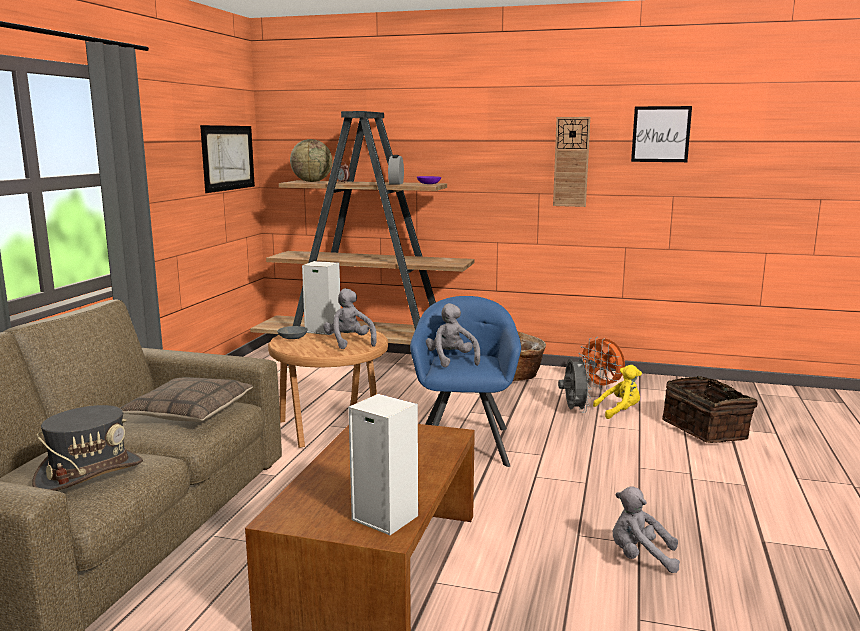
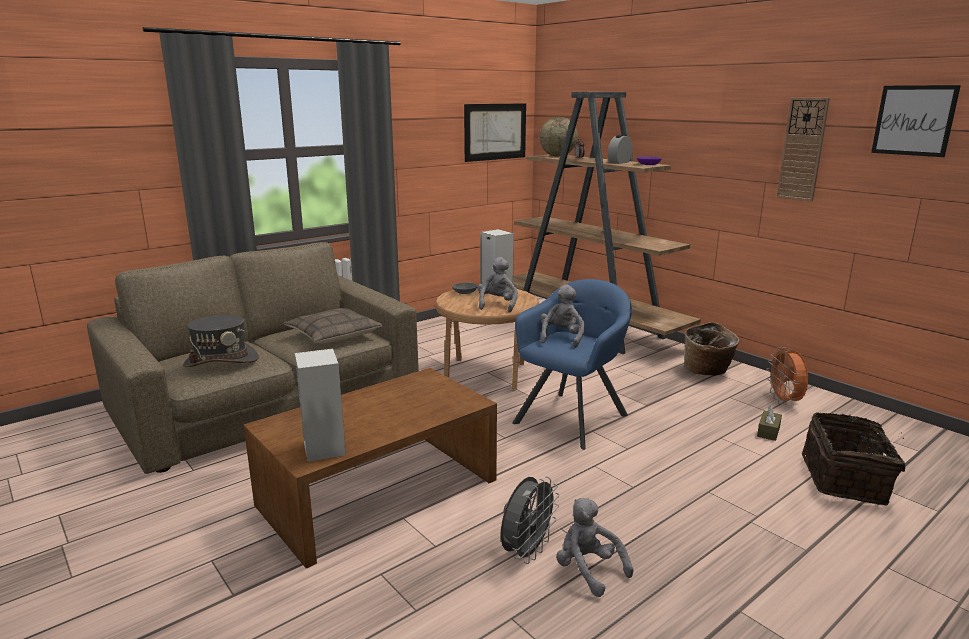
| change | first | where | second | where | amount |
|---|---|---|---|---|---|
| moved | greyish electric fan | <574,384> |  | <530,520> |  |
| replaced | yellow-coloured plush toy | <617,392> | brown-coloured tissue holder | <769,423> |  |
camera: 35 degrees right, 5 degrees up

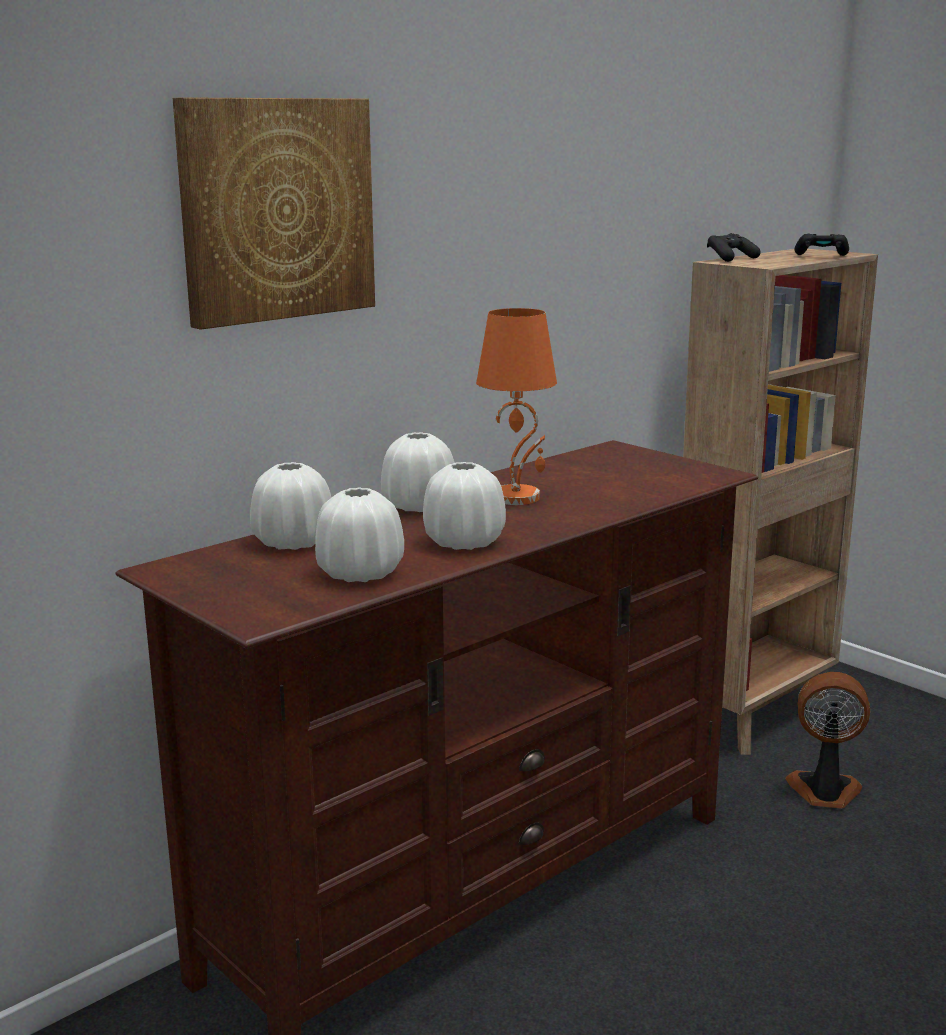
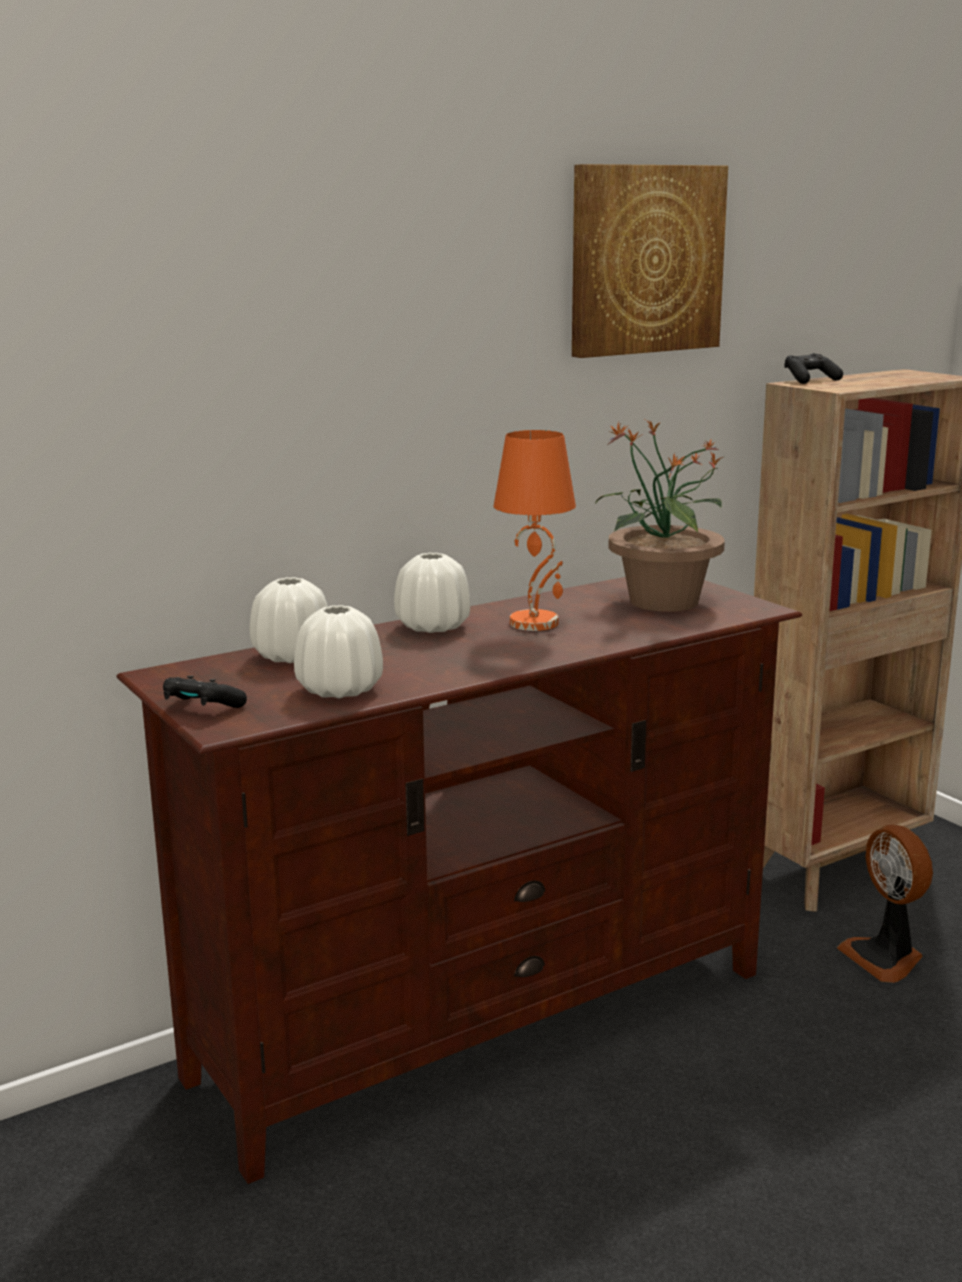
| change | first | where | second | where | amount |
|---|---|---|---|---|---|
| moved | picture | <274,213> |  | <650,261> |  |
| moved | black-coloured gamepad | <822,245> |  | <205,691> |  |
| removed | white-coloured flower vase | <464,506> |  |  |  |
| turned | electric fan | <828,740> |  | <885,904> | 135 degrees counterclockwise |
| added |  |  | plant in a pot | <660,516> |  |
camera: 10 degrees right, 0 degrees up

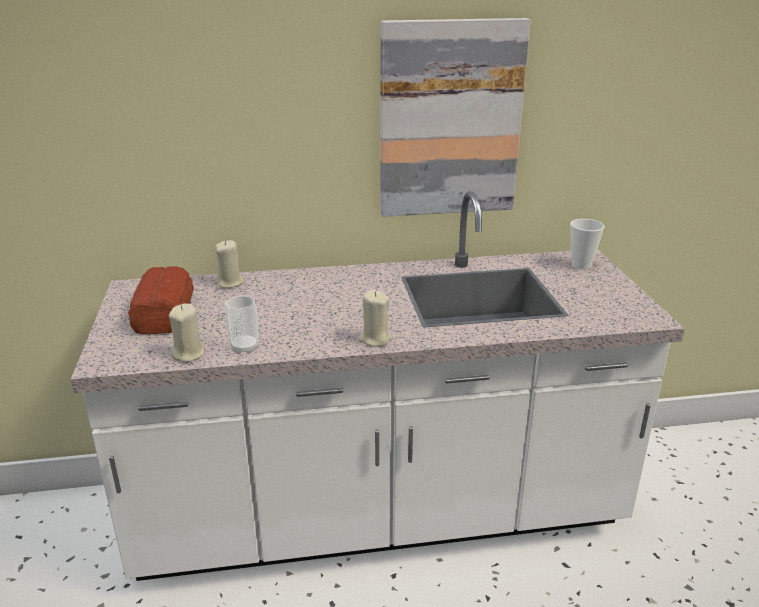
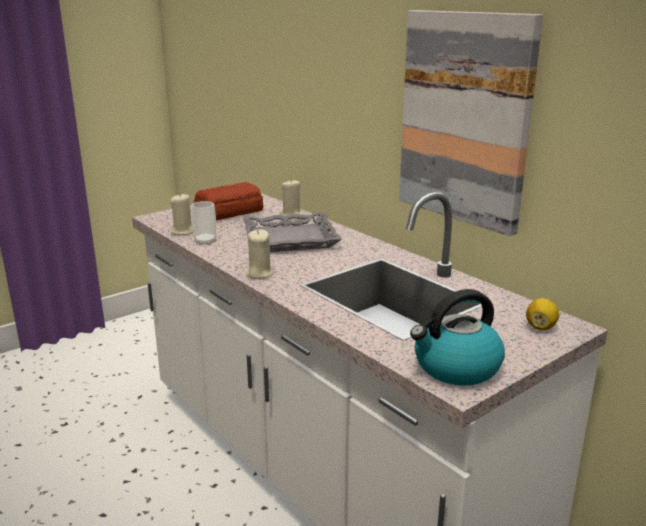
| change | first | where | second | where | amount |
|---|---|---|---|---|---|
| replaced | drinking cup | <587,244> | lemon | <542,314> |  |
| added |  |  | greyish tray | <292,232> |  |
| added |  |  | tea kettle | <457,337> |  |
camera: 60 degrees right, 5 degrees down

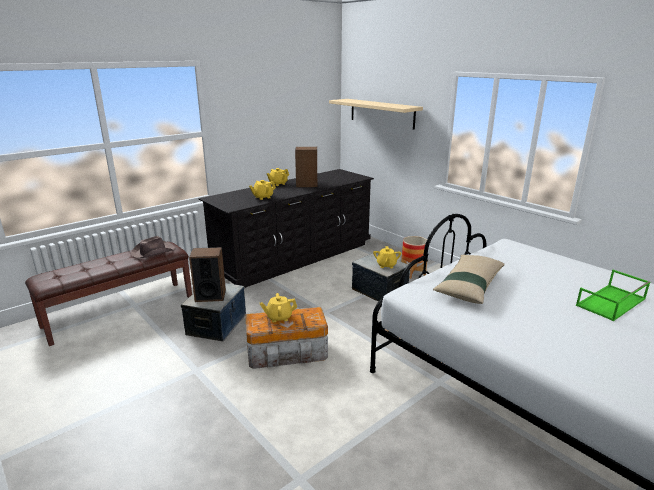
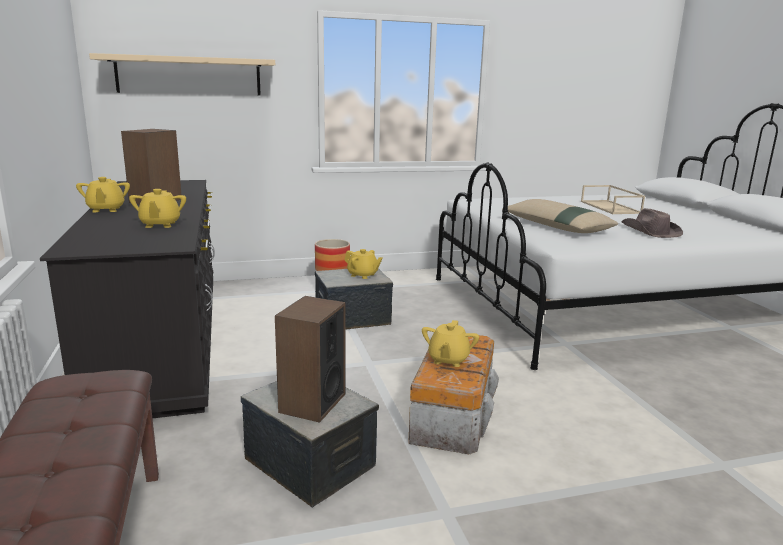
| change | first | where | second | where | amount |
|---|---|---|---|---|---|
| moved | brown-coloured clothing hat | <153,247> |  | <652,223> |  |
| recoloured | green-coloured tray | <613,295> | beige-coloured tray | <613,199> |  |
camera: 65 degrees left, 5 degrees down

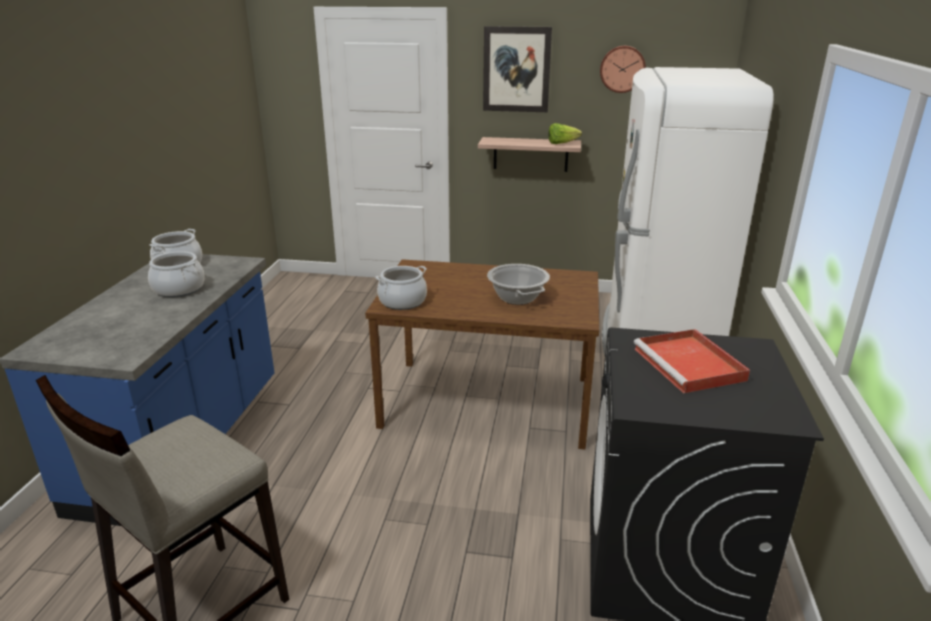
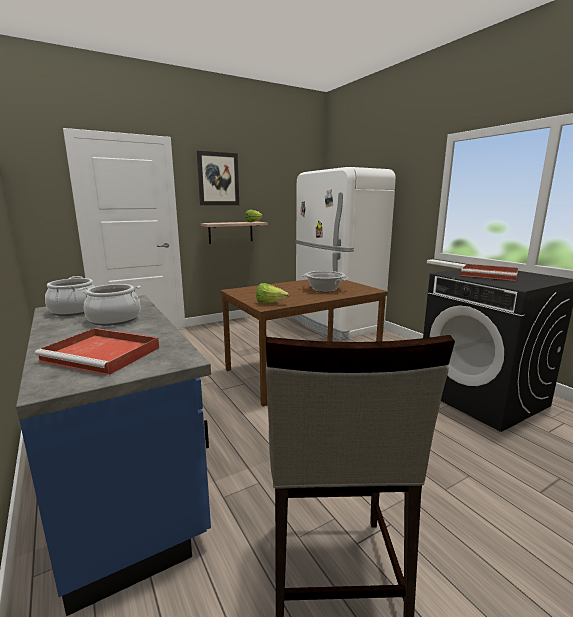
| change | first | where | second | where | amount |
|---|---|---|---|---|---|
| removed | clock on the wall | <623,69> |  |  |  |
| replaced | saucepot | <401,288> | head of lettuce | <272,293> |  |
| added |  |  | red tray | <97,352> |  |
camera: 40 degrees left, 10 degrees down

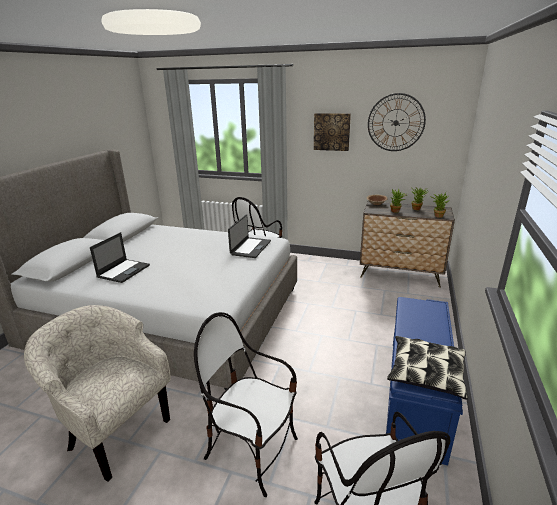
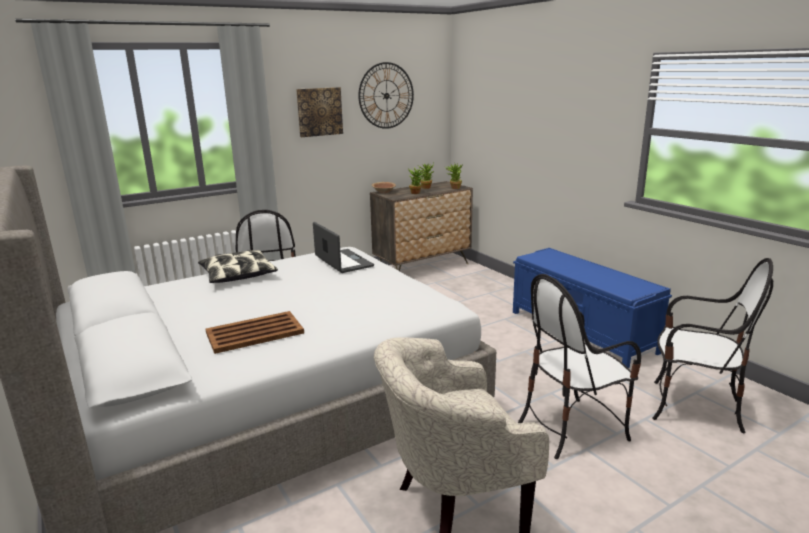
| change | first | where | second | where | amount |
|---|---|---|---|---|---|
| replaced | laptop | <120,257> | brown-coloured tray | <254,332> |  |
| moved | throw pillow | <427,368> |  | <238,266> |  |
camera: 50 degrees left, 5 degrees down

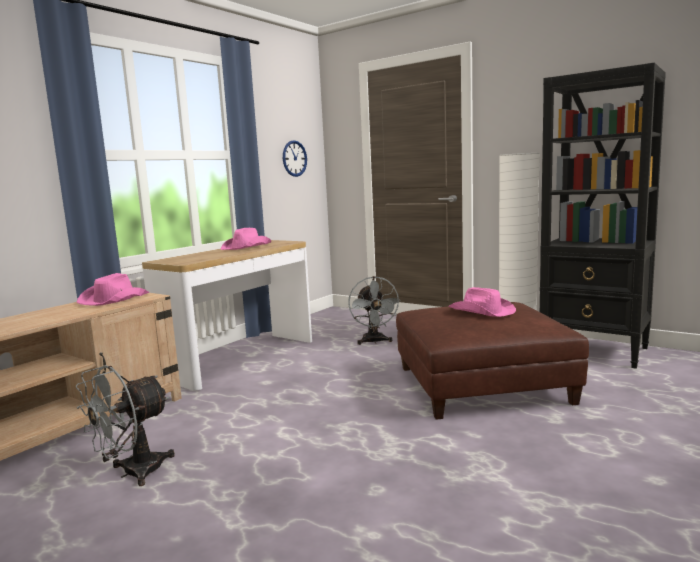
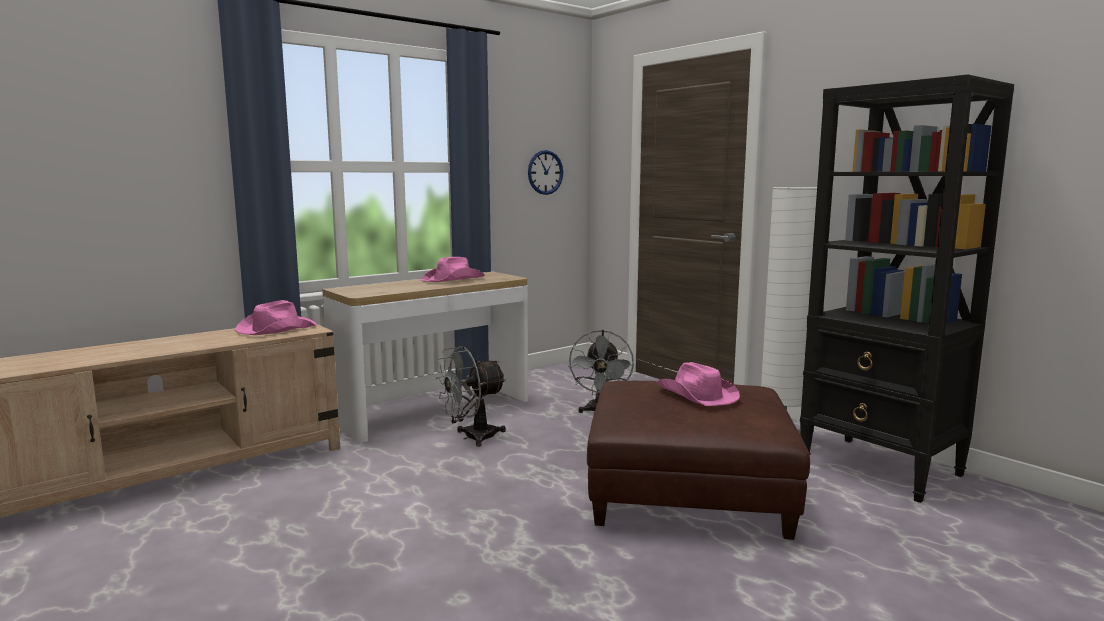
| change | first | where | second | where | amount |
|---|---|---|---|---|---|
| moved | greyish electric fan | <125,425> |  | <470,396> |  |
camera: 15 degrees right, 0 degrees up

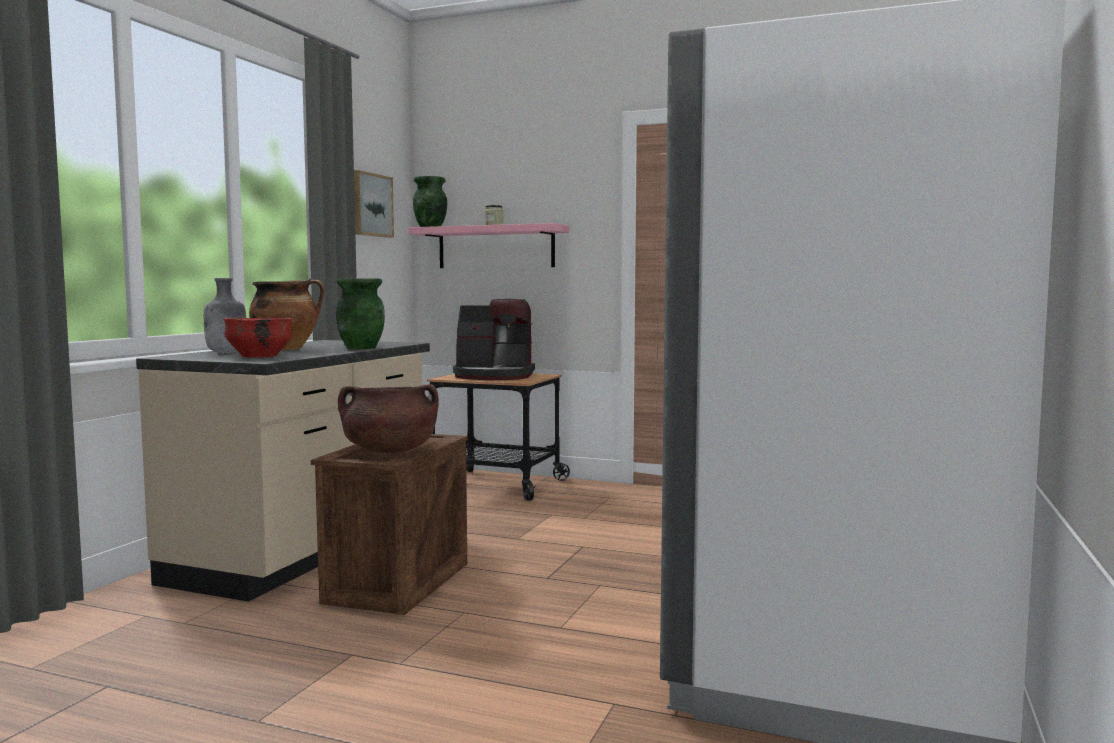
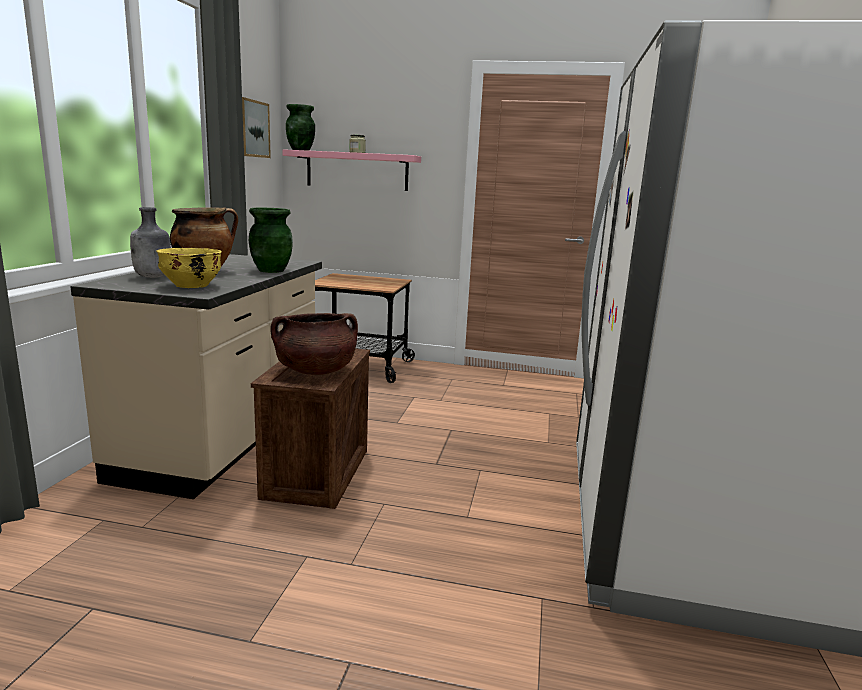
| change | first | where | second | where | amount |
|---|---|---|---|---|---|
| removed | coffee machine | <494,339> |  |  |  |
| recoloured | red bowl | <257,338> | yellow-coloured bowl | <189,268> |  |
camera: 10 degrees left, 10 degrees up

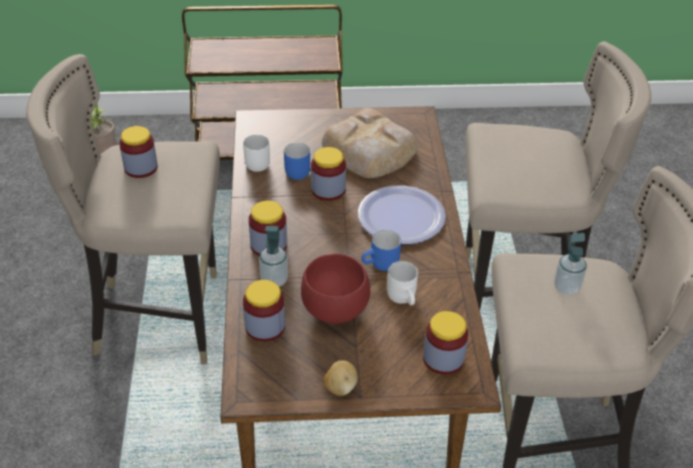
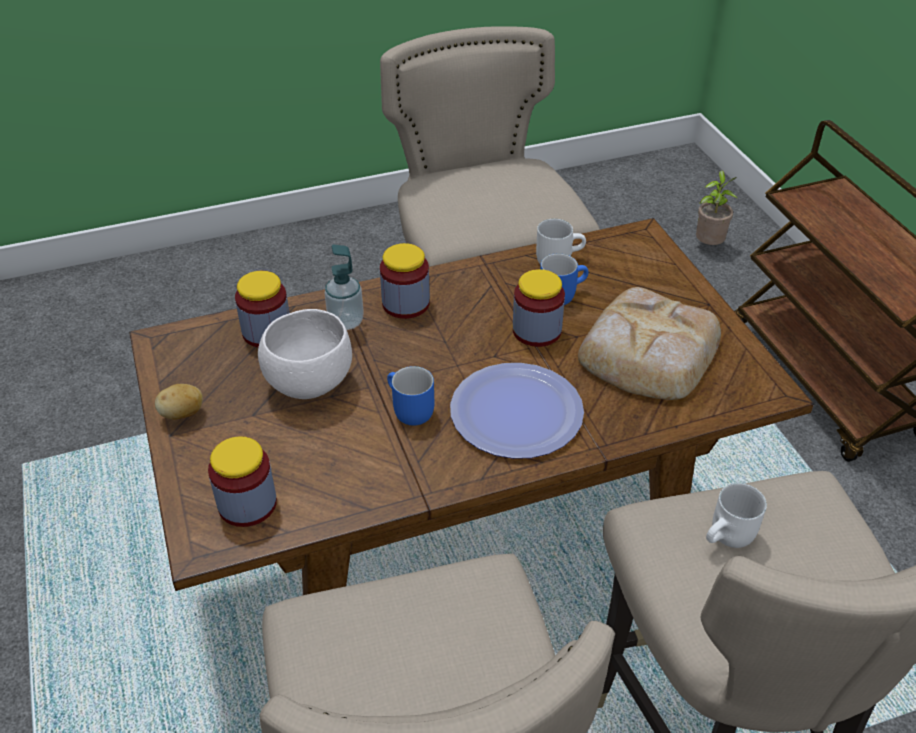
| change | first | where | second | where | amount |
|---|---|---|---|---|---|
| removed | storage jar | <138,152> |  |  |  |
| removed | liquid soap bottle | <570,264> |  |  |  |
| recoloured | red bowl | <335,289> | white-coloured bowl | <305,354> |  |
| moved | white-coloured coffee mug | <402,283> |  | <736,515> |  |
camera: 75 degrees right, 0 degrees up

